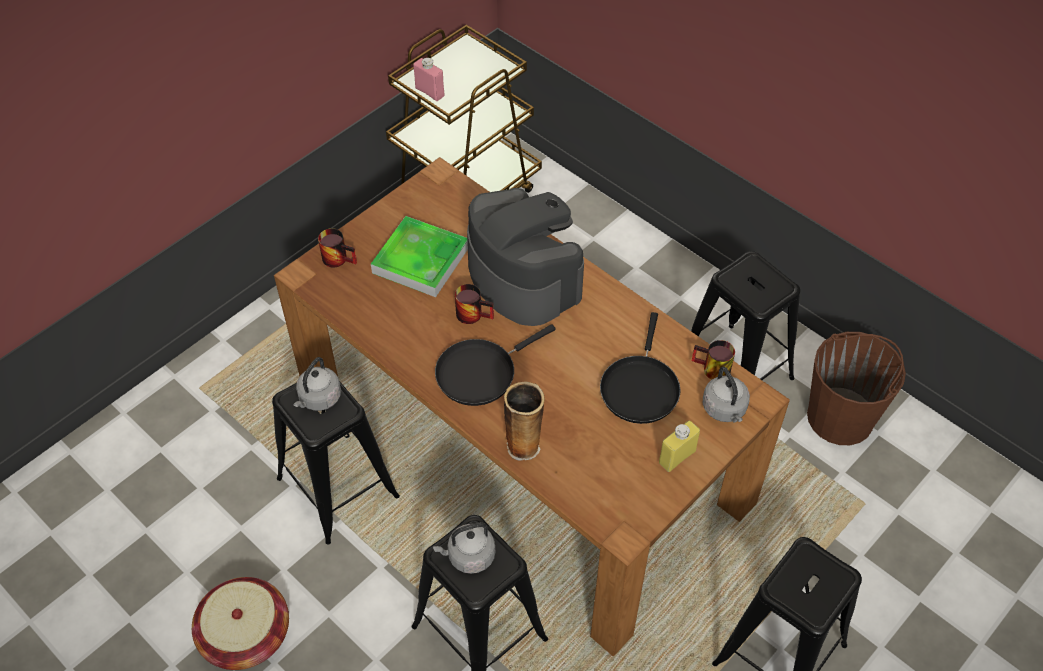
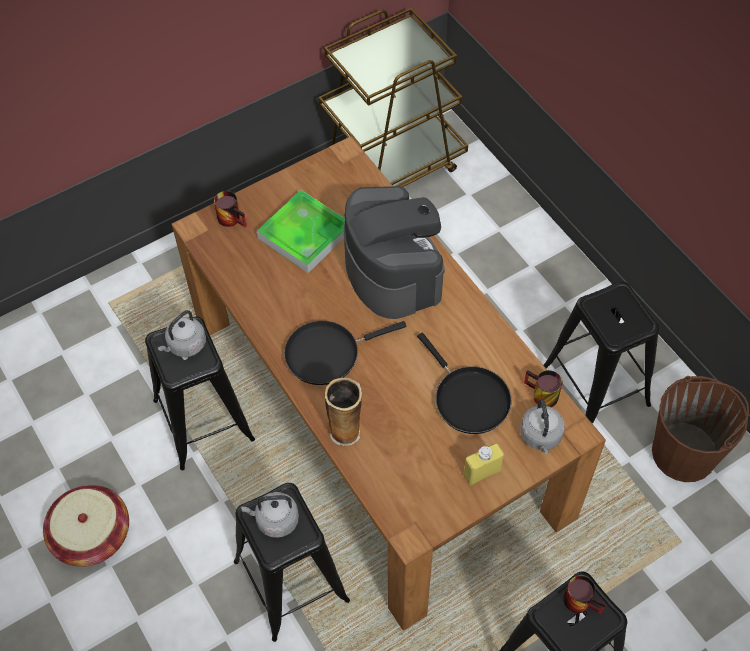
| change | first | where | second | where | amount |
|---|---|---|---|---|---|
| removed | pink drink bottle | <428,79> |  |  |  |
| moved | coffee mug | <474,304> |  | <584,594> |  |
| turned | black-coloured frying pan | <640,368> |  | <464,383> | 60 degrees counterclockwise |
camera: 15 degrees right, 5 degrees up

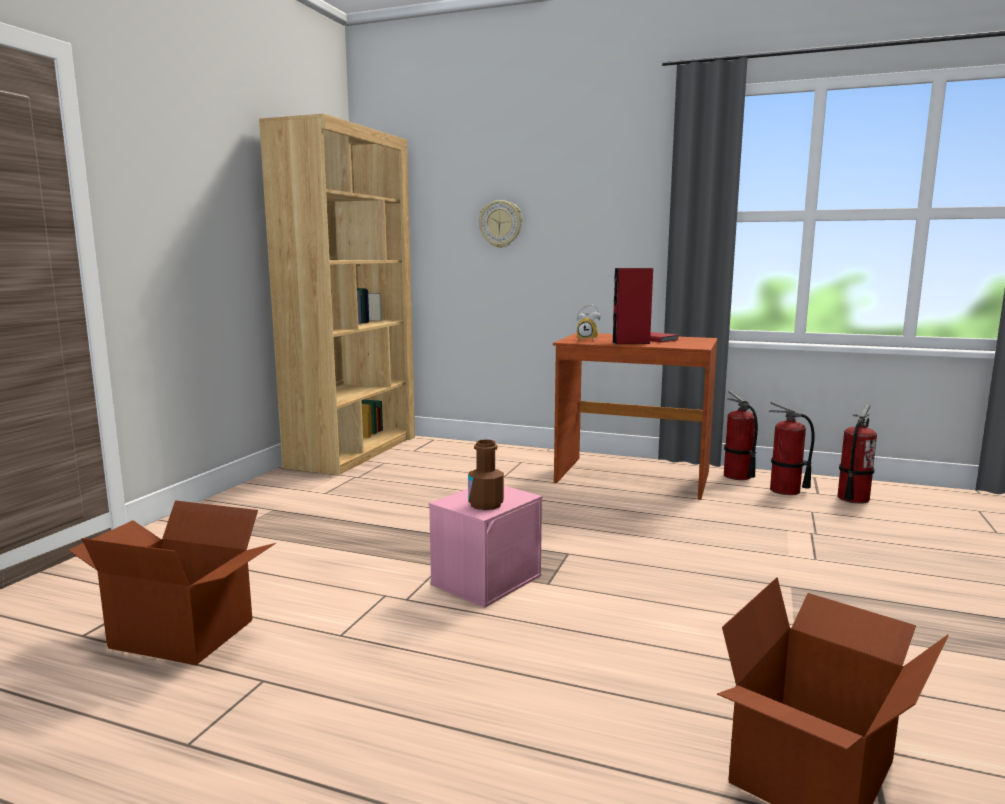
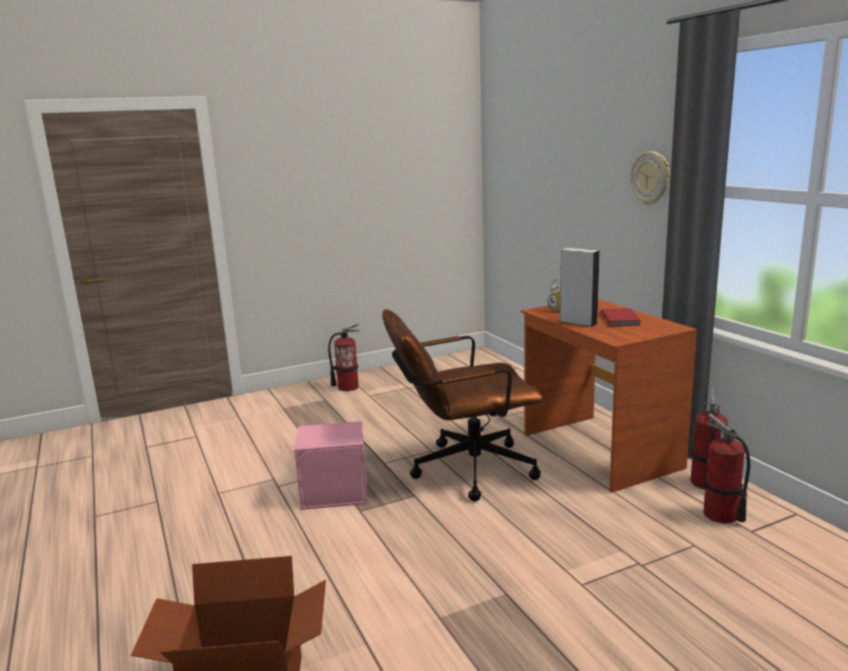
| change | first | where | second | where | amount |
|---|---|---|---|---|---|
| removed | brown-coloured bookcase | <337,294> |  |  |  |
| moved | clock on the wall | <500,224> |  | <650,178> |  |
| recoloured | red speaker | <632,306> | greyish speaker | <580,287> |  |
| moved | extinguisher | <857,454> |  | <344,357> |  |
| removed | brown-coloured drink bottle | <486,474> |  |  |  |
| removed | packing box | <172,583> |  |  |  |
| added |  |  | brown-coloured desk chair | <462,405> |  |
camera: 45 degrees right, 5 degrees up

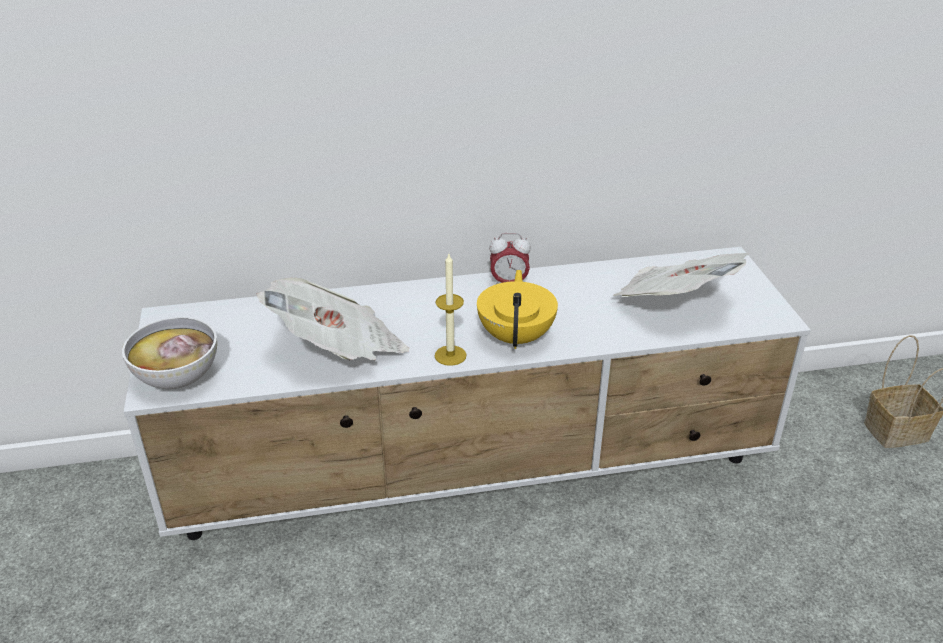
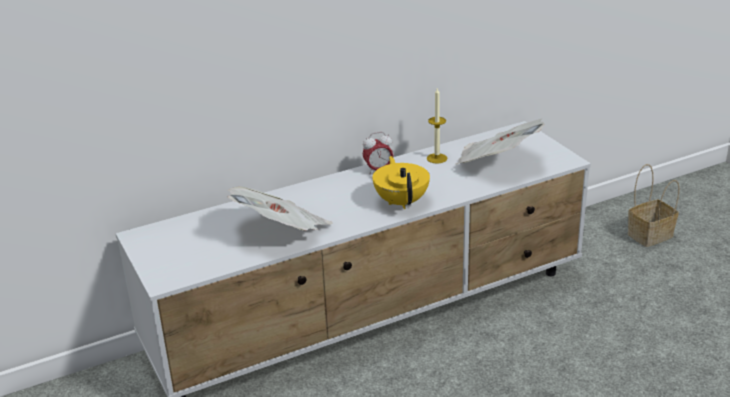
| change | first | where | second | where | amount |
|---|---|---|---|---|---|
| moved | wax light | <451,310> |  | <437,126> |  |
| removed | bowl | <169,353> |  |  |  |
camera: 15 degrees left, 5 degrees down

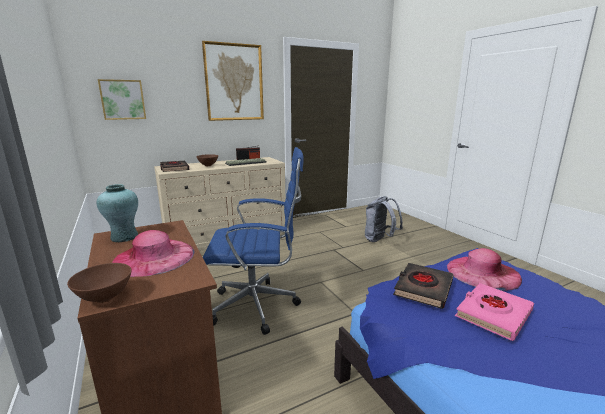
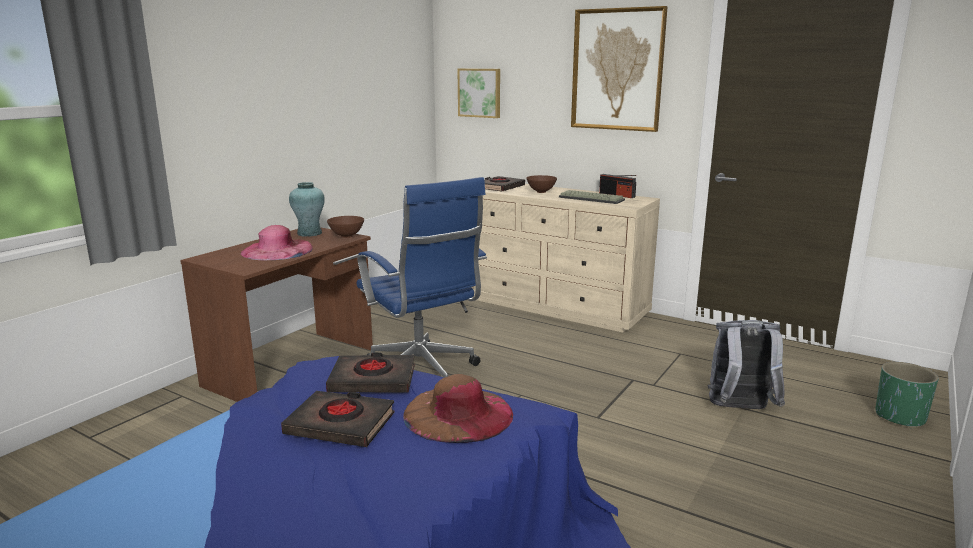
| change | first | where | second | where | amount |
|---|---|---|---|---|---|
| recoloured | pink clothing hat | <484,269> | brown-coloured clothing hat | <458,408> |  |
| moved | brown-coloured bowl | <99,283> |  | <345,227> |  |
| recoloured | pink book | <494,312> | black-coloured book | <338,419> |  |
| added |  |  | green-coloured planter | <907,395> |  |
camera: 60 degrees right, 0 degrees up

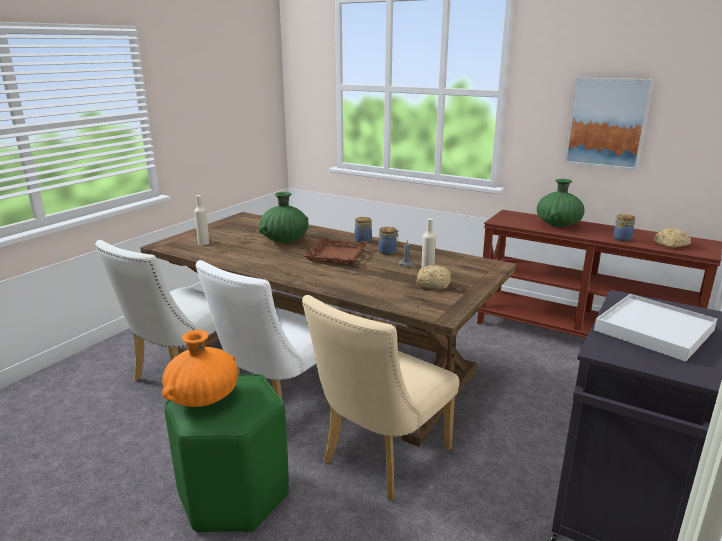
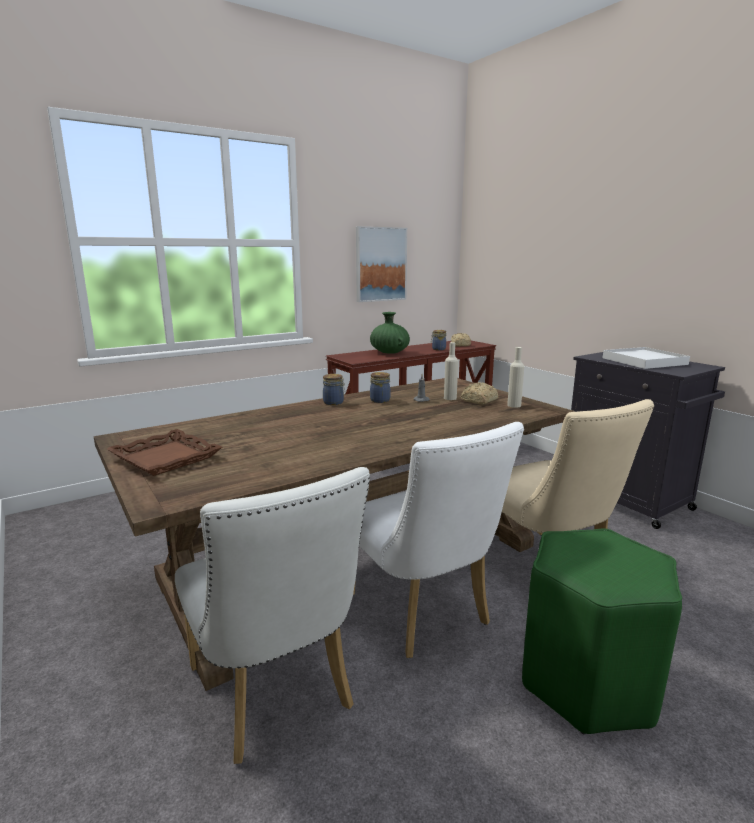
| change | first | where | second | where | amount |
|---|---|---|---|---|---|
| removed | green-coloured flower vase | <284,217> |  |  |  |
| moved | beige-coloured drink bottle | <202,220> |  | <515,377> |  |
| moved | brown-coloured tray | <336,251> |  | <164,452> |  |
| removed | orangey flower vase | <200,368> |  |  |  |
camera: 65 degrees left, 5 degrees down

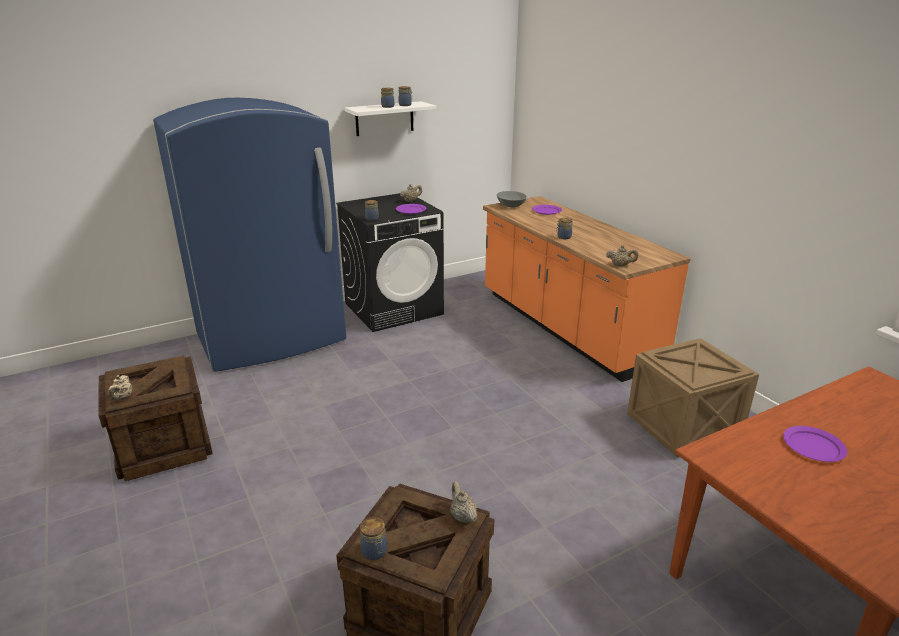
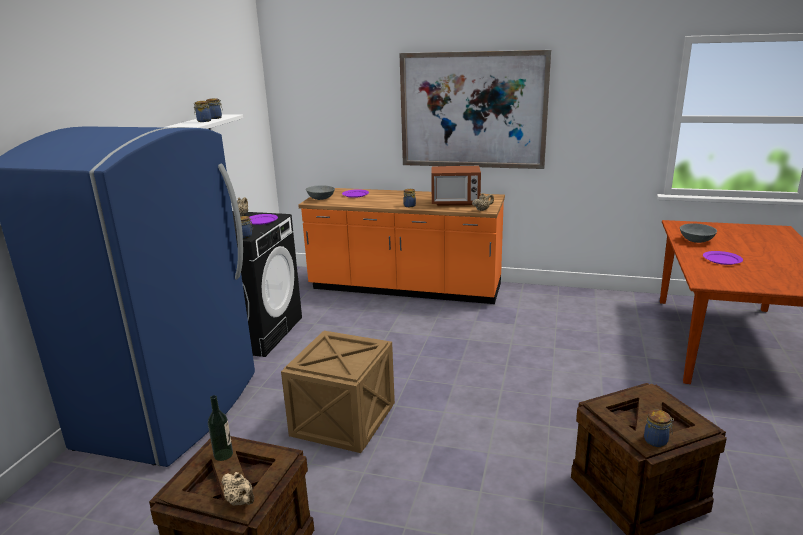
| change | first | where | second | where | amount |
|---|---|---|---|---|---|
| moved | packing crate | <693,398> |  | <338,392> |  |
| removed | beige-coloured teapot | <463,502> |  |  |  |
| added |  |  | picture | <475,109> |  |
| added |  |  | microwave oven | <456,186> |  |
| added |  |  | greyish bowl | <698,233> |  |
| added |  |  | drink bottle | <220,428> |  |
camera: 45 degrees left, 5 degrees down

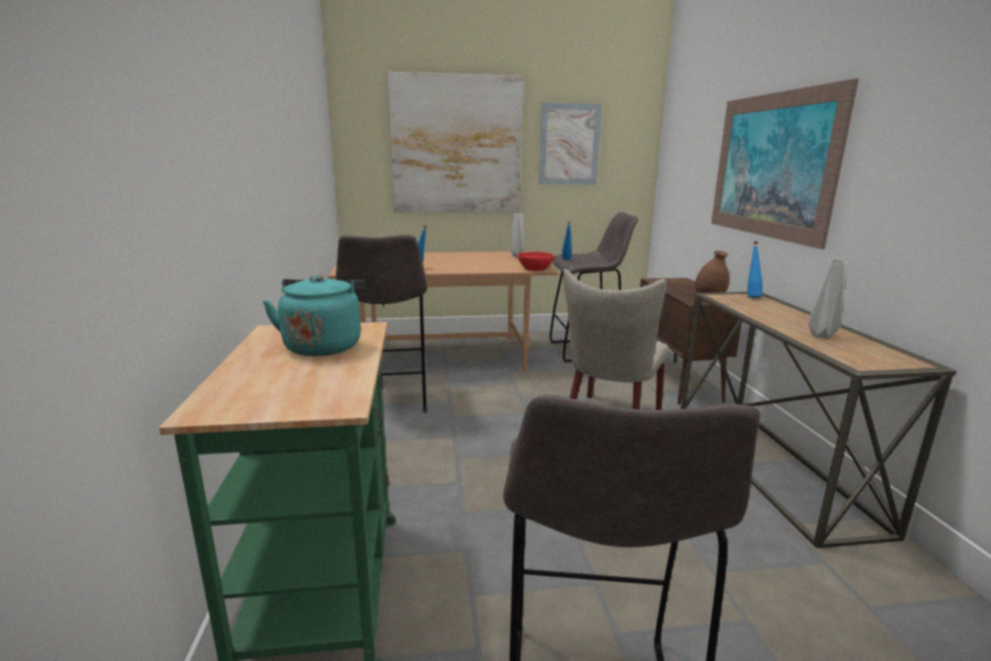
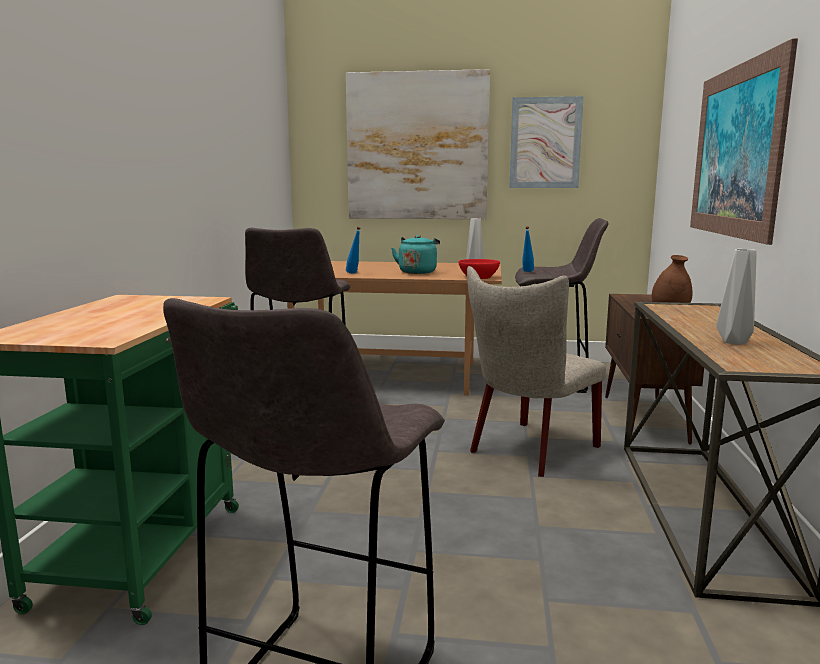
| change | first | where | second | where | amount |
|---|---|---|---|---|---|
| removed | bluish drink bottle | <755,270> |  |  |  |
| moved | turquoise-coloured tea kettle | <314,315> |  | <415,254> |  |
camera: 15 degrees right, 5 degrees down

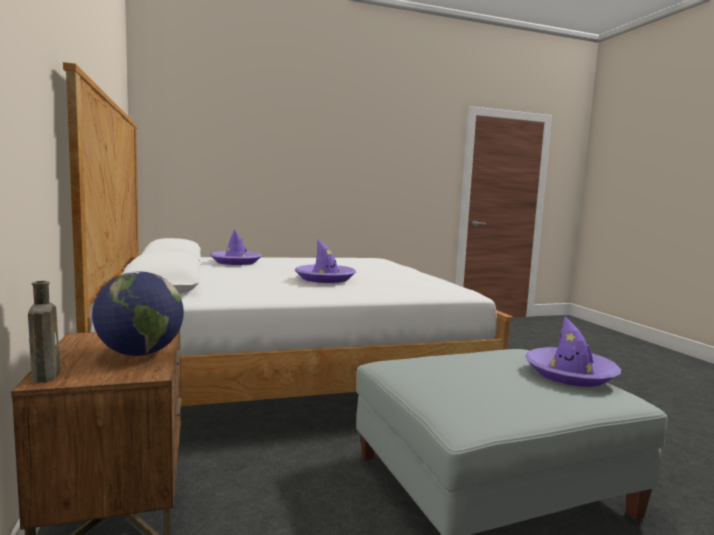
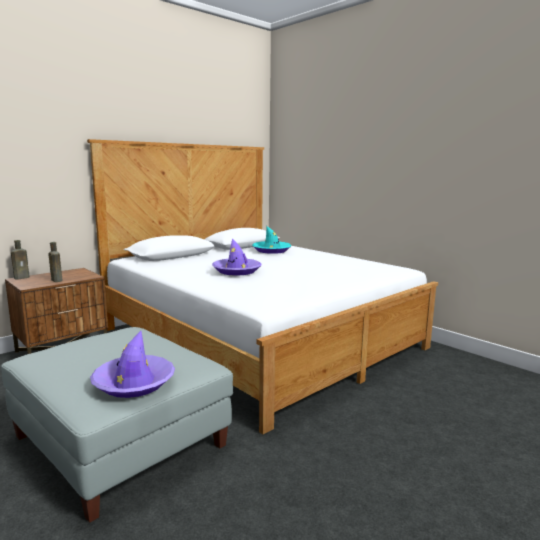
| change | first | where | second | where | amount |
|---|---|---|---|---|---|
| recoloured | purple clothing hat | <236,247> | turquoise-coloured clothing hat | <271,240> |  |
| replaced | desk globe | <138,313> | brown-coloured drink bottle | <56,262> |  |
camera: 65 degrees right, 5 degrees up

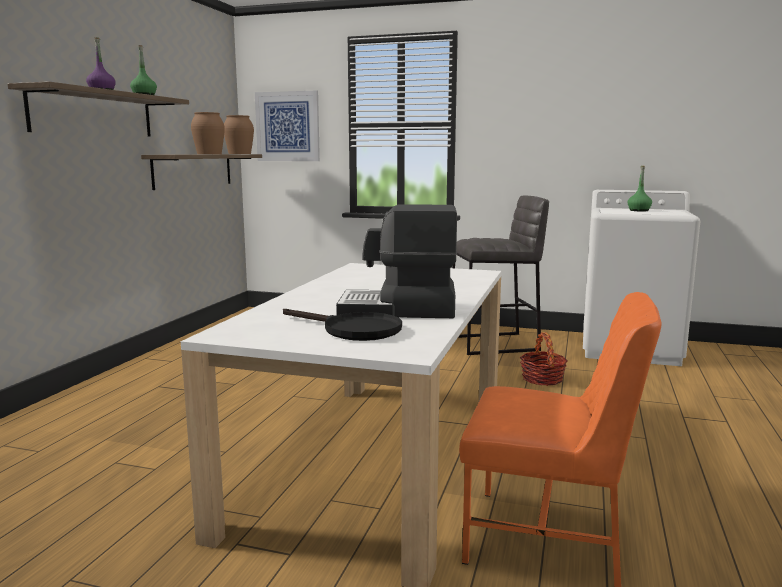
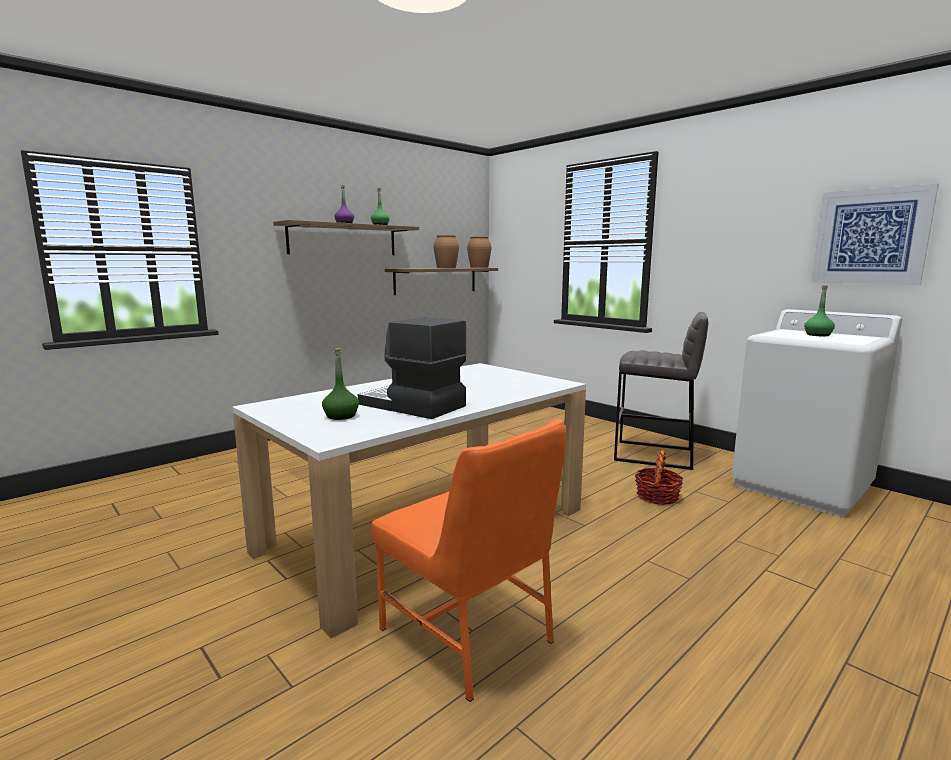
| change | first | where | second | where | amount |
|---|---|---|---|---|---|
| moved | picture | <287,126> |  | <875,234> |  |
| replaced | black-coloured frying pan | <342,325> | green-coloured drink bottle | <340,384> |  |
camera: 30 degrees right, 0 degrees up

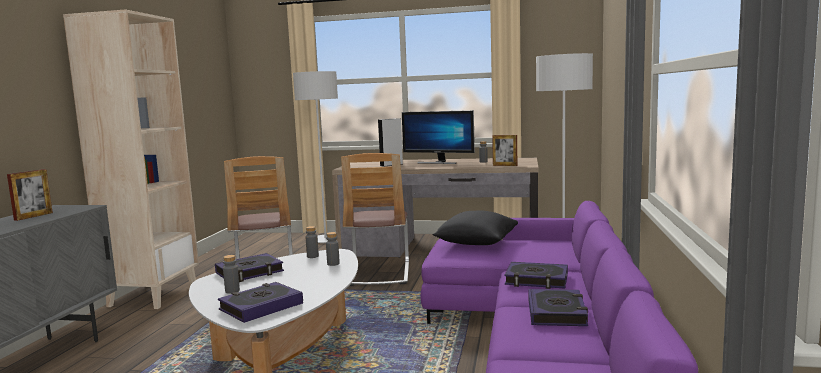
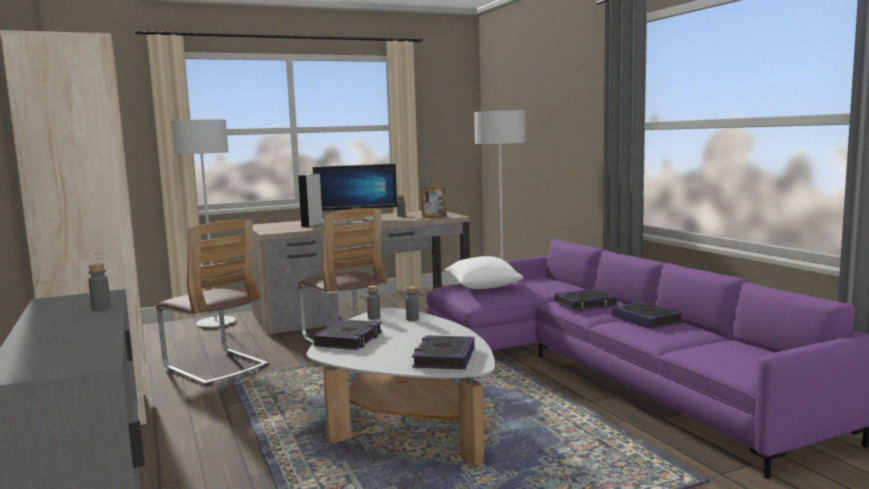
| change | first | where | second | where | amount |
|---|---|---|---|---|---|
| removed | standing frame | <30,195> |  |  |  |
| recoloured | black-coloured throw pillow | <475,228> | white-coloured throw pillow | <483,272> |  |
| moved | greyish drink bottle | <231,274> |  | <99,287> |  |
camera: 35 degrees left, 0 degrees up

